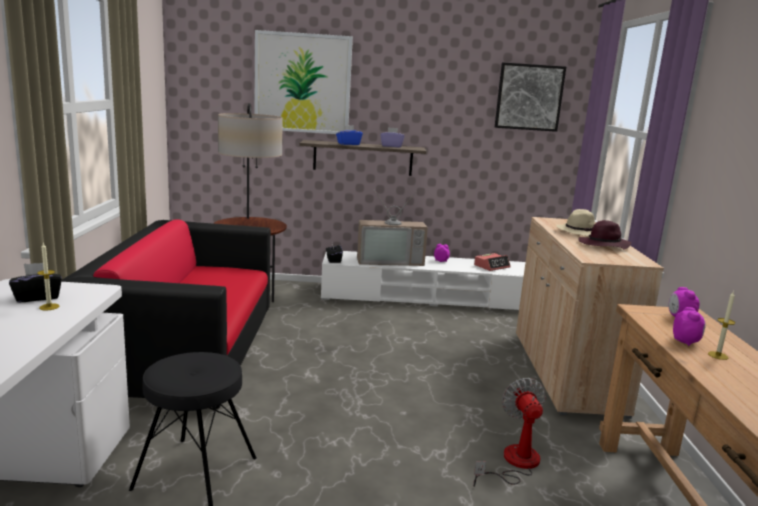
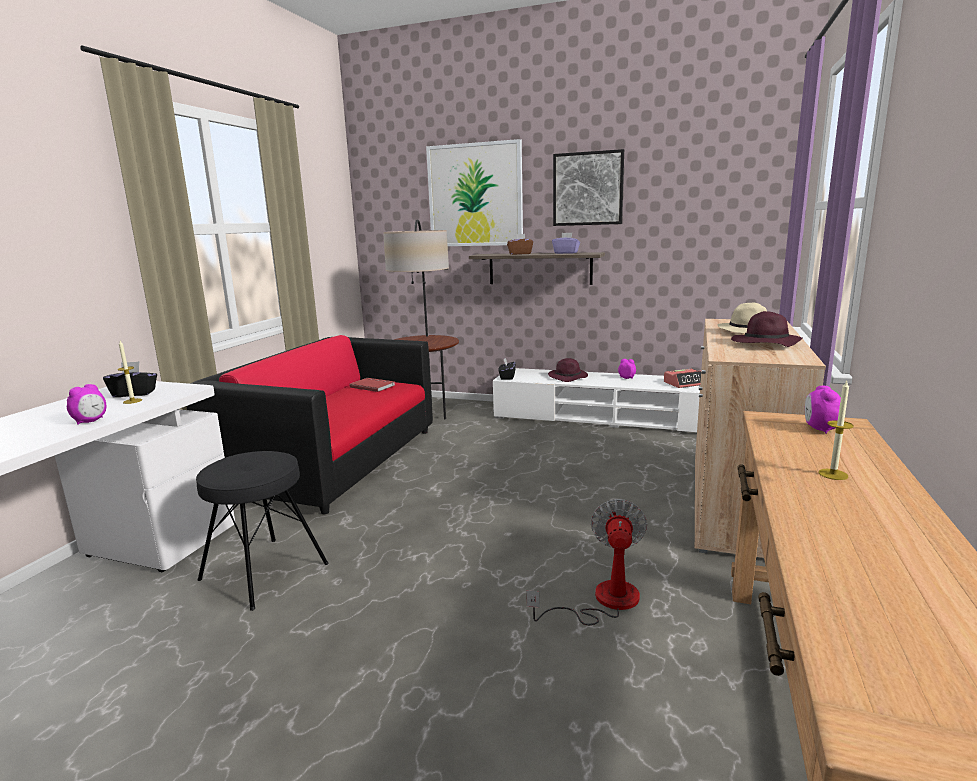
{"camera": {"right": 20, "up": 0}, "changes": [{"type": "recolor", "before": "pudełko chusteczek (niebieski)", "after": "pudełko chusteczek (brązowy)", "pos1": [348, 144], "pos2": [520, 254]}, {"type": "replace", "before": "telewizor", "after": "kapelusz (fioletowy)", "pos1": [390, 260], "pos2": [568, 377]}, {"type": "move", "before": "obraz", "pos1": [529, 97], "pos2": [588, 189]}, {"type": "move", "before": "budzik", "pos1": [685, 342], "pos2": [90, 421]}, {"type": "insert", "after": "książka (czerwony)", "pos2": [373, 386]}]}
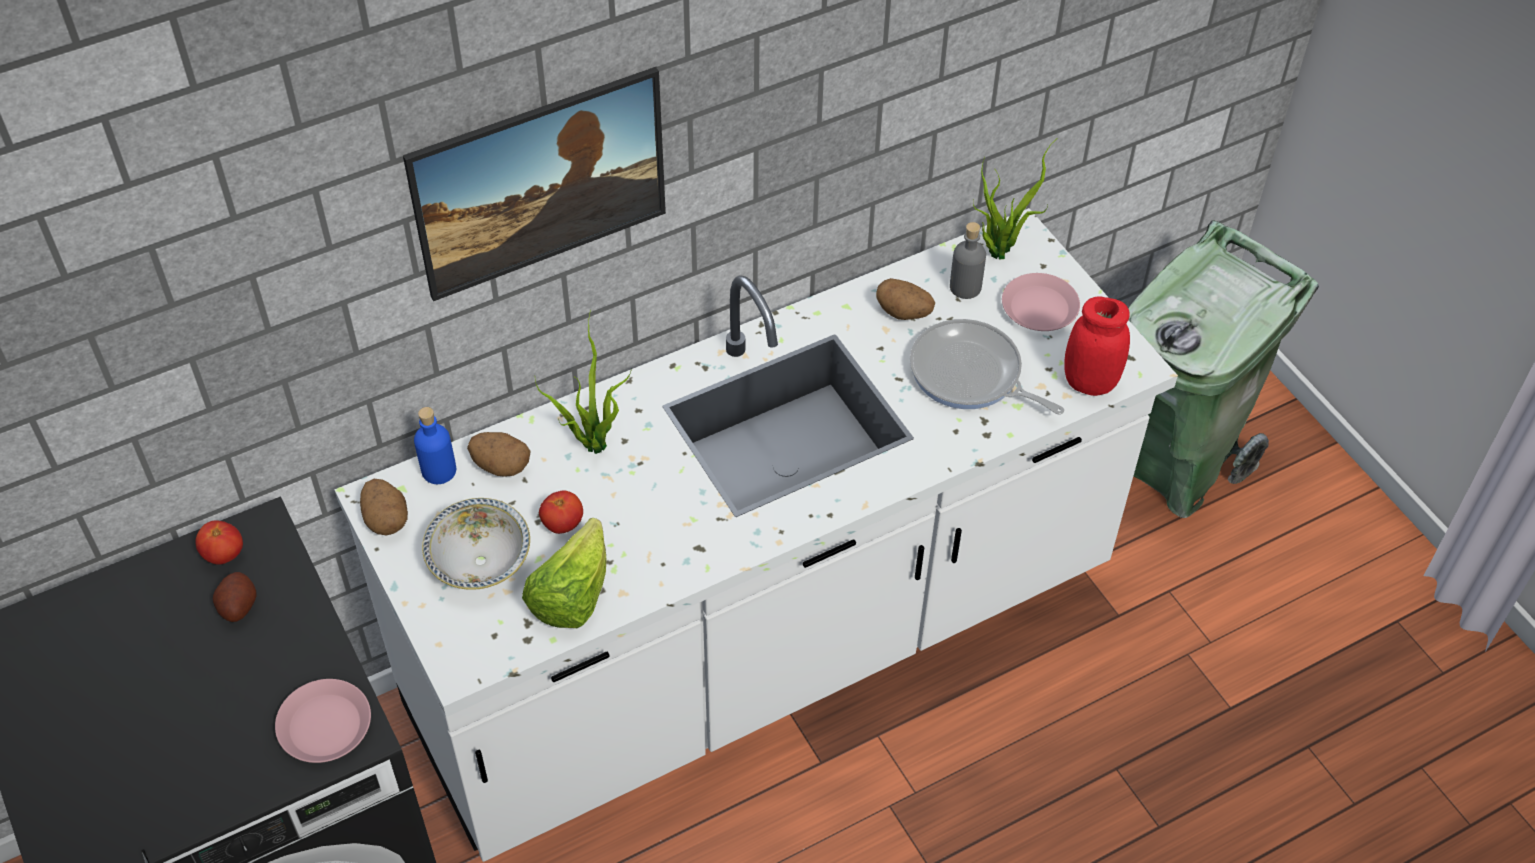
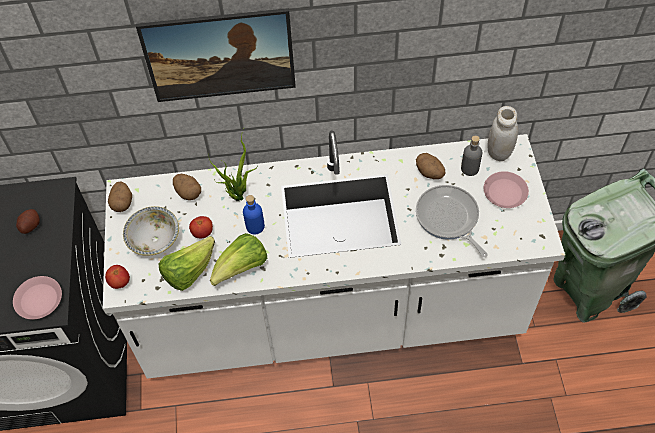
{"camera": {"right": 25, "up": 5}, "changes": [{"type": "move", "before": "pomidor", "pos1": [224, 554], "pos2": [120, 282]}, {"type": "move", "before": "butelka (niebieski)", "pos1": [439, 470], "pos2": [255, 226]}, {"type": "replace", "before": "roślina doniczkowa", "after": "słoik (biały)", "pos1": [999, 248], "pos2": [499, 152]}, {"type": "delete", "before": "słoik (czerwony)", "pos1": [1089, 382]}, {"type": "insert", "after": "sałata", "pos2": [241, 268]}]}
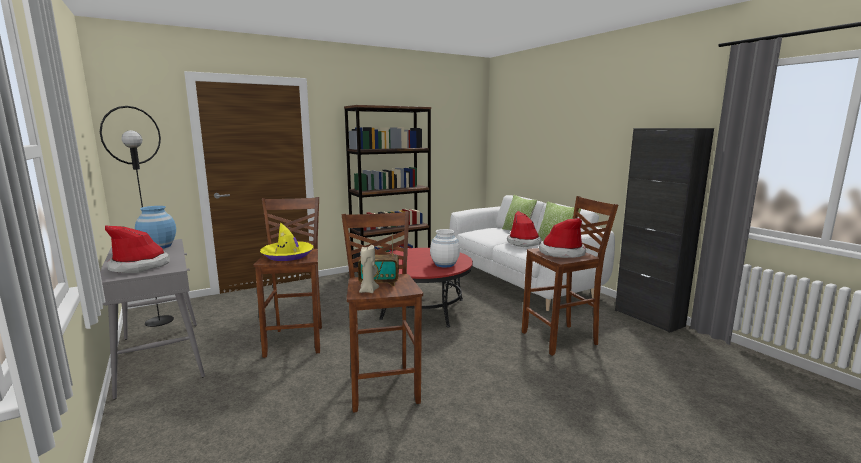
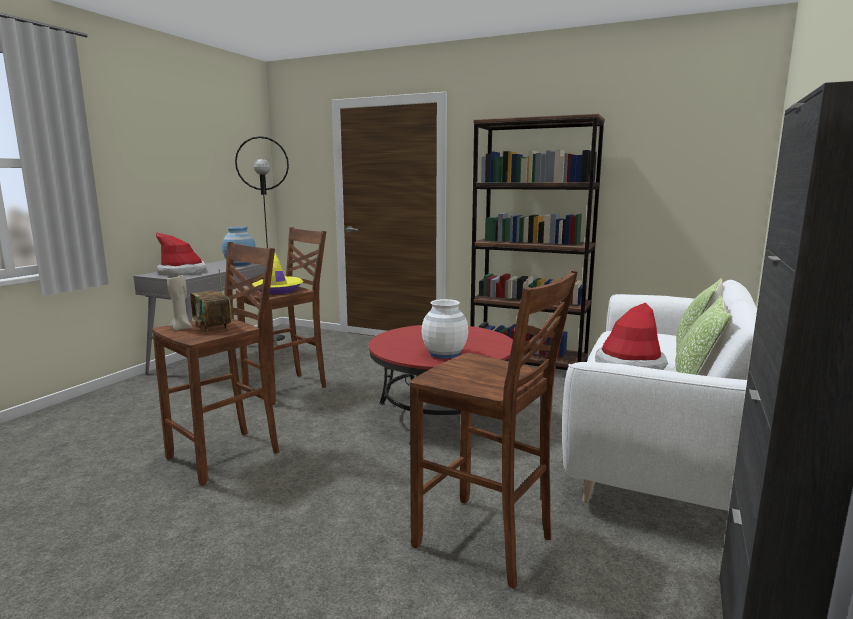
{"camera": {"right": 55, "up": 0}, "changes": [{"type": "delete", "before": "kapelusz", "pos1": [561, 253]}]}
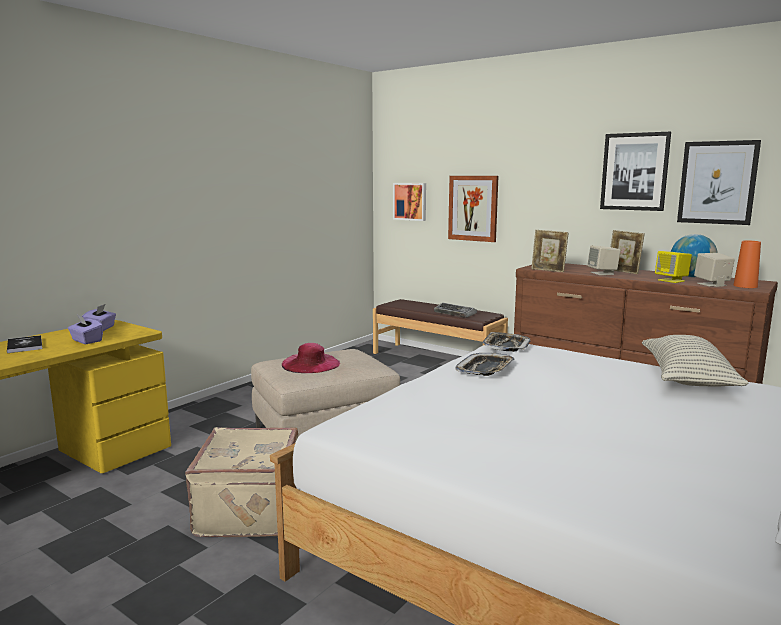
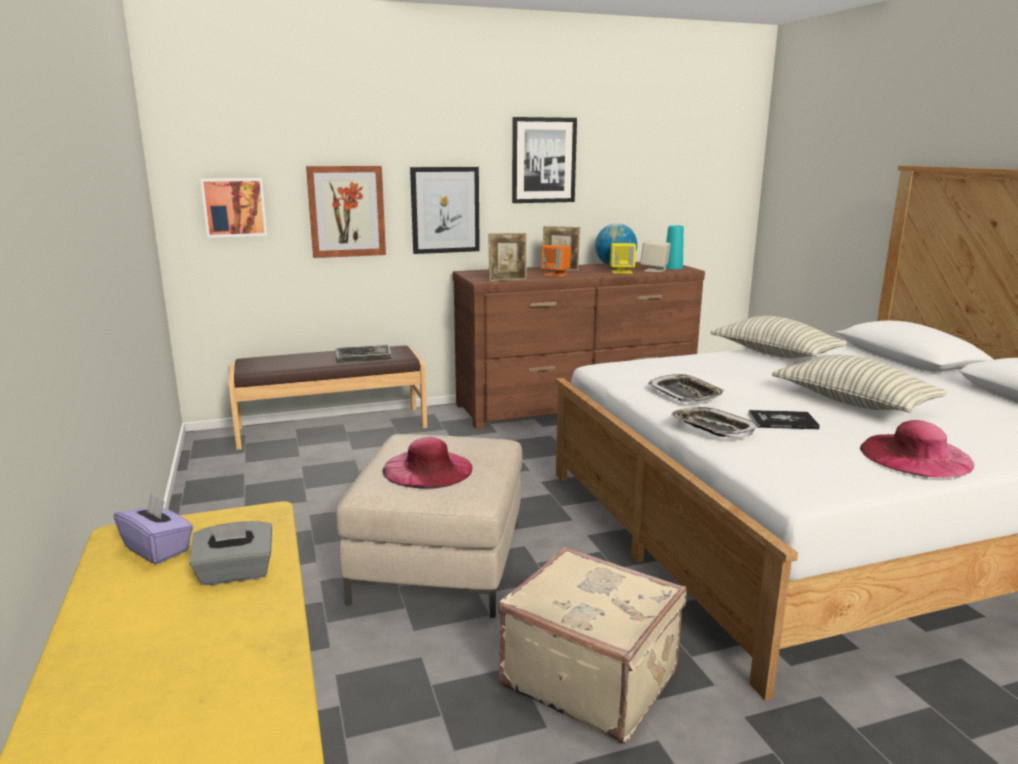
{"camera": {"right": -55, "up": 5}, "changes": [{"type": "move", "before": "książka", "pos1": [25, 345], "pos2": [782, 421]}, {"type": "recolor", "before": "pudełko chusteczek (fioletowy)", "after": "pudełko chusteczek (szary)", "pos1": [86, 341], "pos2": [235, 573]}, {"type": "move", "before": "taca", "pos1": [506, 346], "pos2": [713, 428]}, {"type": "recolor", "before": "głośnik (beżowy)", "after": "głośnik (pomarańczowy)", "pos1": [602, 273], "pos2": [556, 274]}, {"type": "move", "before": "obraz", "pos1": [717, 182], "pos2": [445, 210]}, {"type": "recolor", "before": "wazon (pomarańczowy)", "after": "wazon (turkusowy)", "pos1": [745, 286], "pos2": [673, 267]}, {"type": "insert", "after": "poduszka", "pos2": [853, 403]}, {"type": "insert", "after": "kapelusz (różowy)", "pos2": [915, 456]}]}
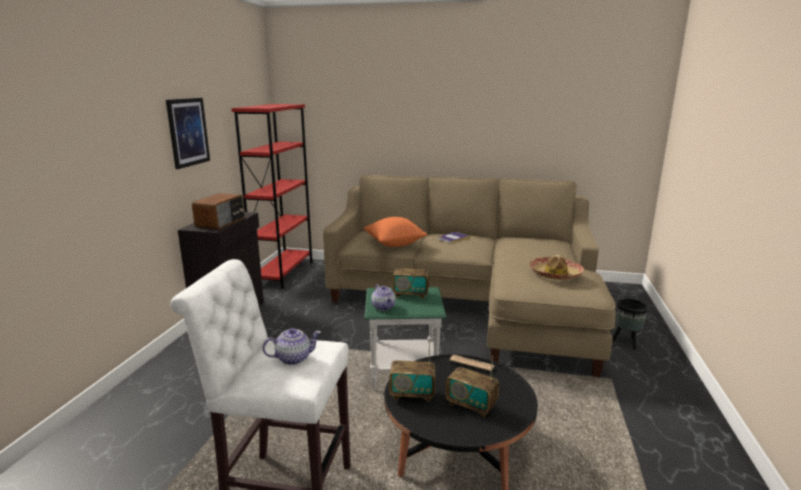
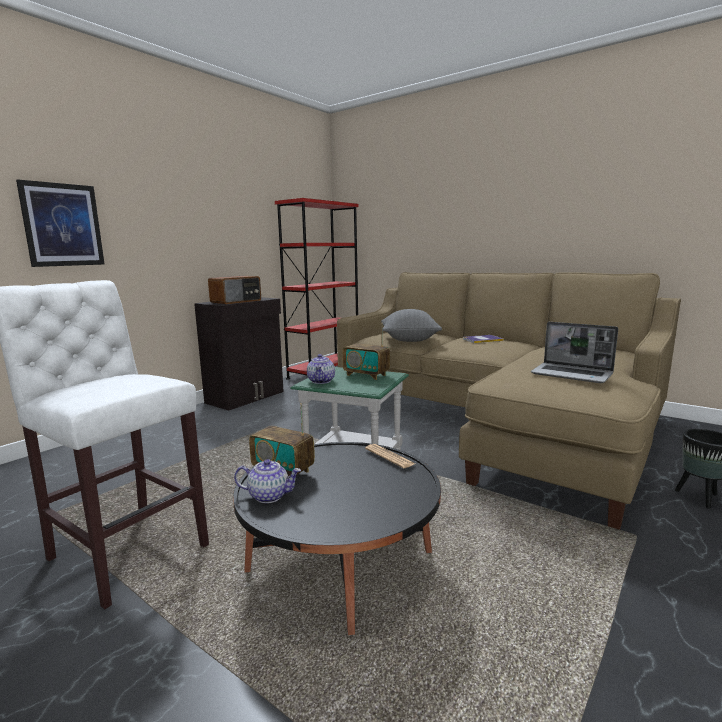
{"camera": {"right": 25, "up": -5}, "changes": [{"type": "move", "before": "obraz", "pos1": [188, 132], "pos2": [62, 225]}, {"type": "move", "before": "imbryk", "pos1": [293, 358], "pos2": [269, 496]}, {"type": "recolor", "before": "poduszka (pomarańczowy)", "after": "poduszka (szary)", "pos1": [394, 244], "pos2": [409, 340]}, {"type": "delete", "before": "radio", "pos1": [471, 405]}, {"type": "replace", "before": "kapelusz", "after": "laptop", "pos1": [555, 274], "pos2": [572, 374]}]}
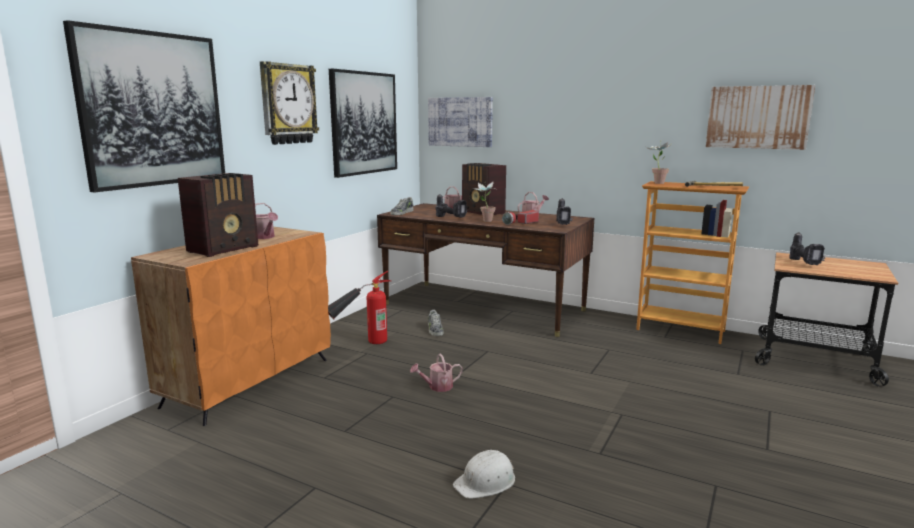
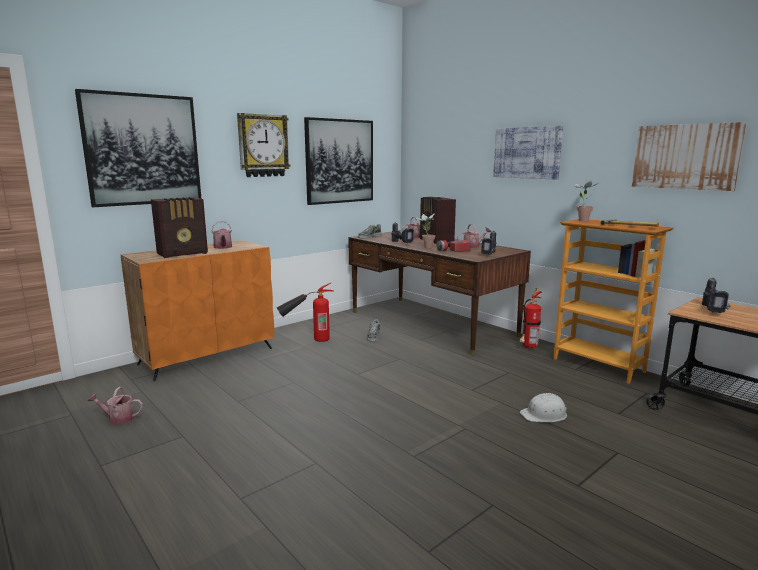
{"camera": {"right": 20, "up": 0}, "changes": [{"type": "move", "before": "konewka", "pos1": [437, 387], "pos2": [118, 418]}, {"type": "move", "before": "obraz", "pos1": [460, 122], "pos2": [527, 152]}, {"type": "move", "before": "kask (biały)", "pos1": [486, 482], "pos2": [544, 414]}, {"type": "insert", "after": "gaśnica", "pos2": [528, 347]}]}
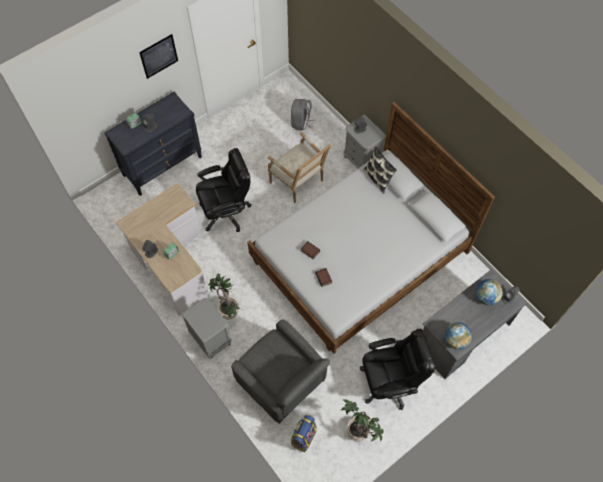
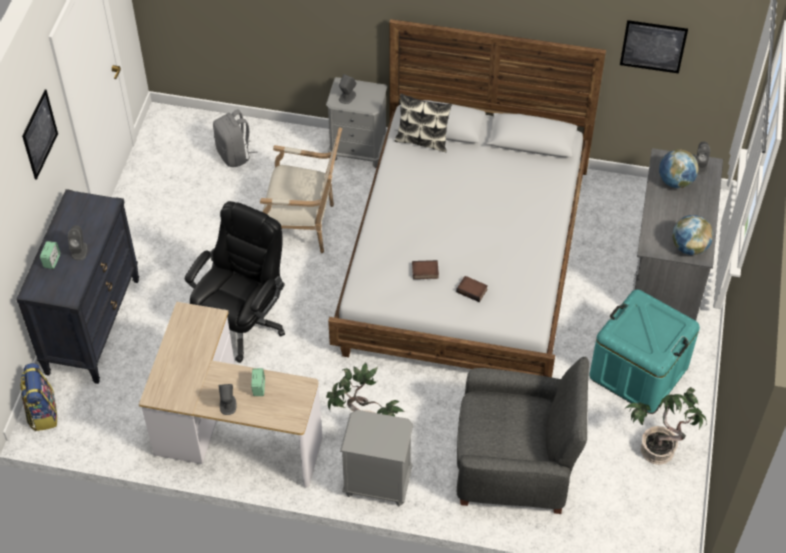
{"camera": {"right": -40, "up": -10}, "changes": [{"type": "move", "before": "plecak", "pos1": [303, 436], "pos2": [42, 412]}, {"type": "replace", "before": "krzesło biurowe (czarny)", "after": "pojemnik do przechowywania (turkusowy)", "pos1": [389, 382], "pos2": [638, 372]}, {"type": "insert", "after": "obraz", "pos2": [653, 46]}]}
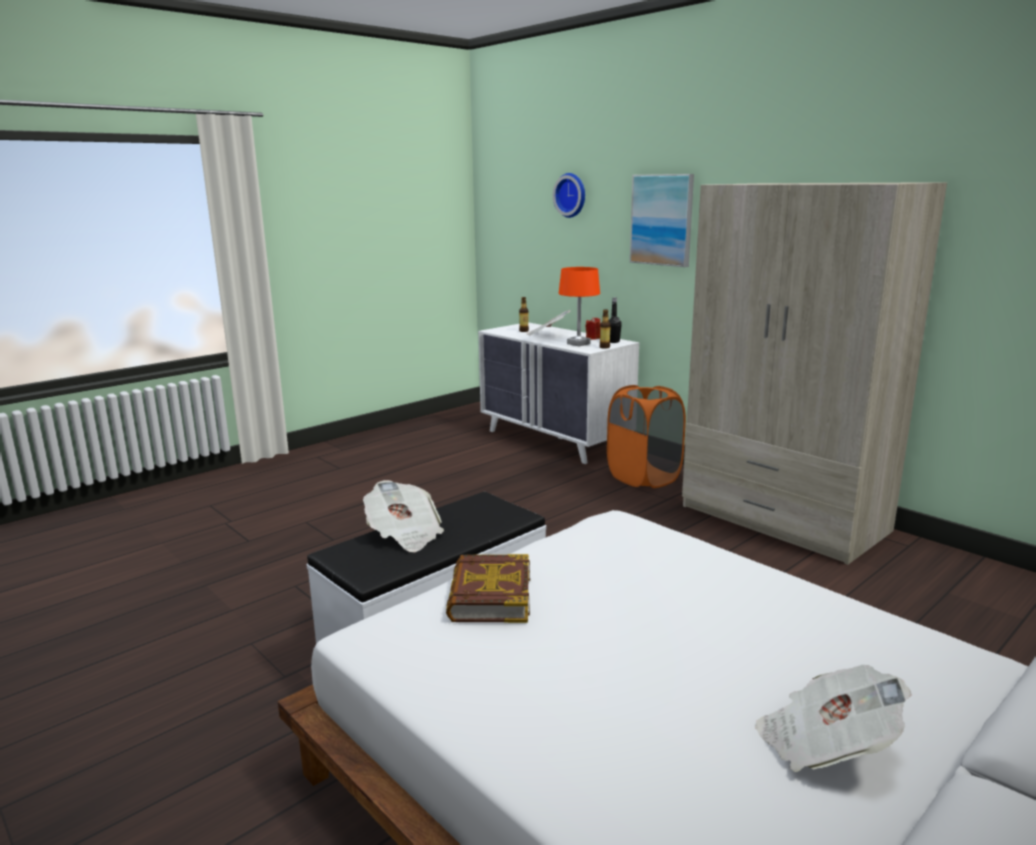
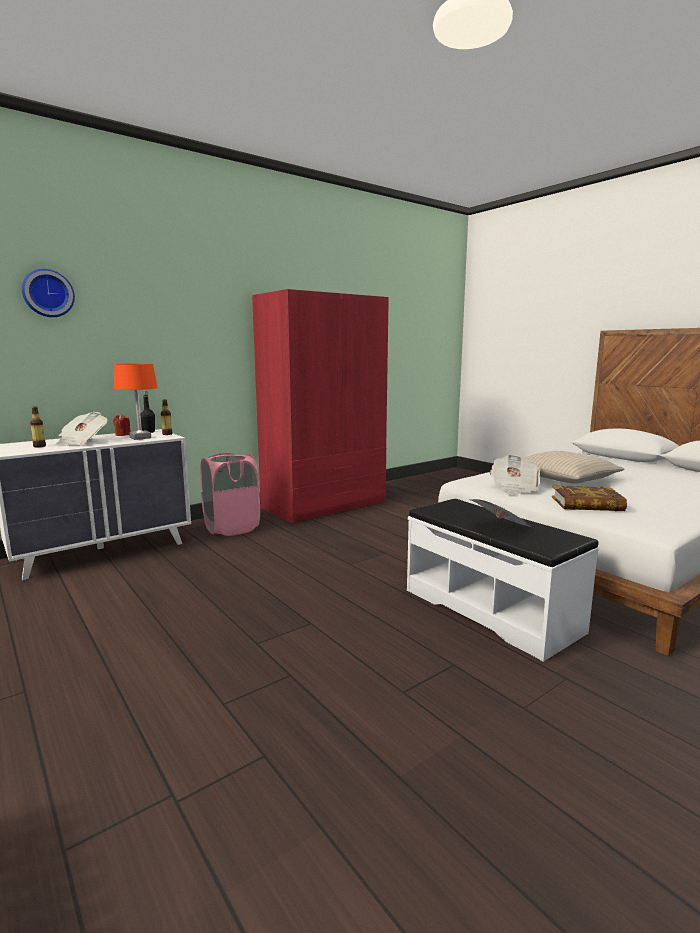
{"camera": {"right": -85, "up": -5}, "changes": [{"type": "recolor", "before": "kosz na pranie (pomarańczowy)", "after": "kosz na pranie (różowy)", "pos1": [644, 477], "pos2": [232, 528]}, {"type": "delete", "before": "obraz", "pos1": [662, 220]}, {"type": "recolor", "before": "szafa (beżowy)", "after": "szafa (czerwony)", "pos1": [783, 519], "pos2": [324, 505]}, {"type": "move", "before": "gazeta", "pos1": [825, 745], "pos2": [514, 488]}, {"type": "insert", "after": "poduszka (beżowy)", "pos2": [564, 478]}]}
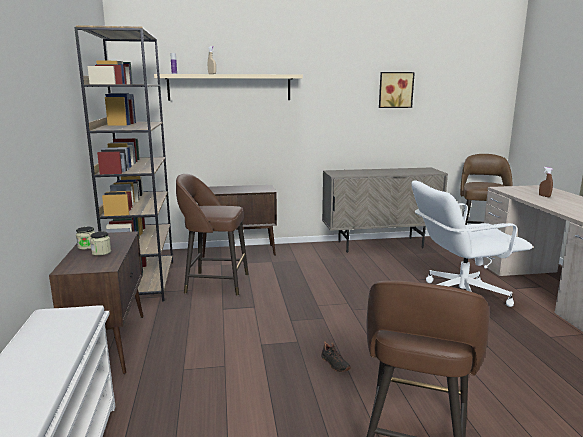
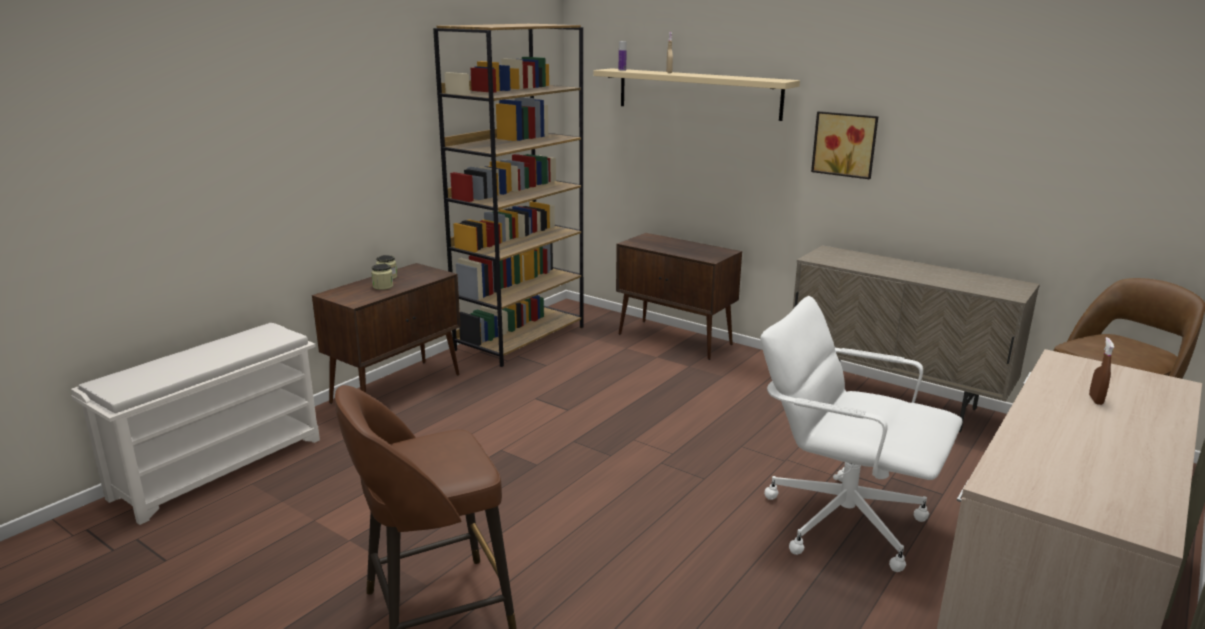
{"camera": {"right": 45, "up": 5}, "changes": [{"type": "delete", "before": "stołek (brązowy)", "pos1": [215, 283]}, {"type": "delete", "before": "but (czarny)", "pos1": [334, 364]}, {"type": "move", "before": "obraz", "pos1": [395, 90], "pos2": [845, 144]}]}
